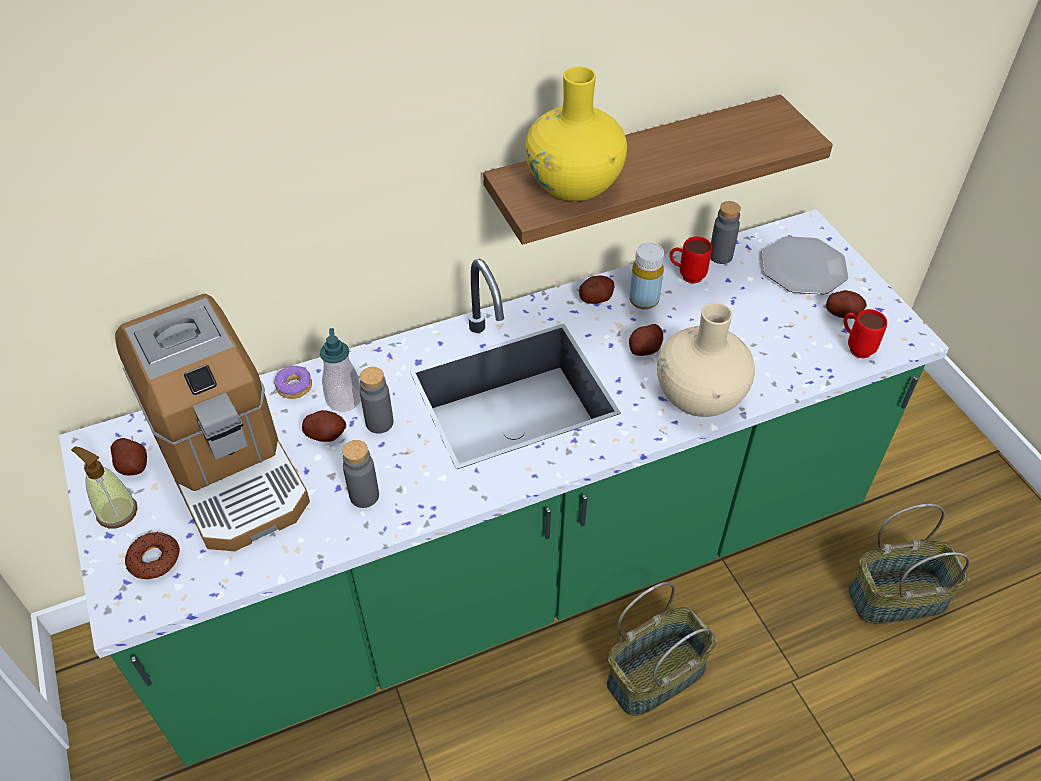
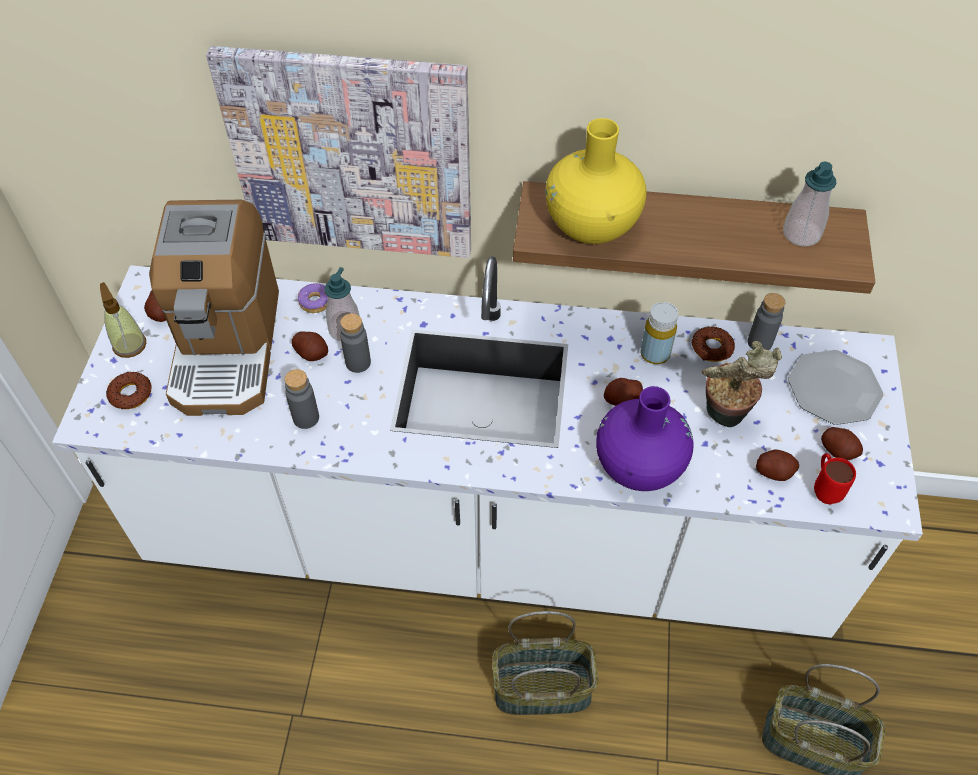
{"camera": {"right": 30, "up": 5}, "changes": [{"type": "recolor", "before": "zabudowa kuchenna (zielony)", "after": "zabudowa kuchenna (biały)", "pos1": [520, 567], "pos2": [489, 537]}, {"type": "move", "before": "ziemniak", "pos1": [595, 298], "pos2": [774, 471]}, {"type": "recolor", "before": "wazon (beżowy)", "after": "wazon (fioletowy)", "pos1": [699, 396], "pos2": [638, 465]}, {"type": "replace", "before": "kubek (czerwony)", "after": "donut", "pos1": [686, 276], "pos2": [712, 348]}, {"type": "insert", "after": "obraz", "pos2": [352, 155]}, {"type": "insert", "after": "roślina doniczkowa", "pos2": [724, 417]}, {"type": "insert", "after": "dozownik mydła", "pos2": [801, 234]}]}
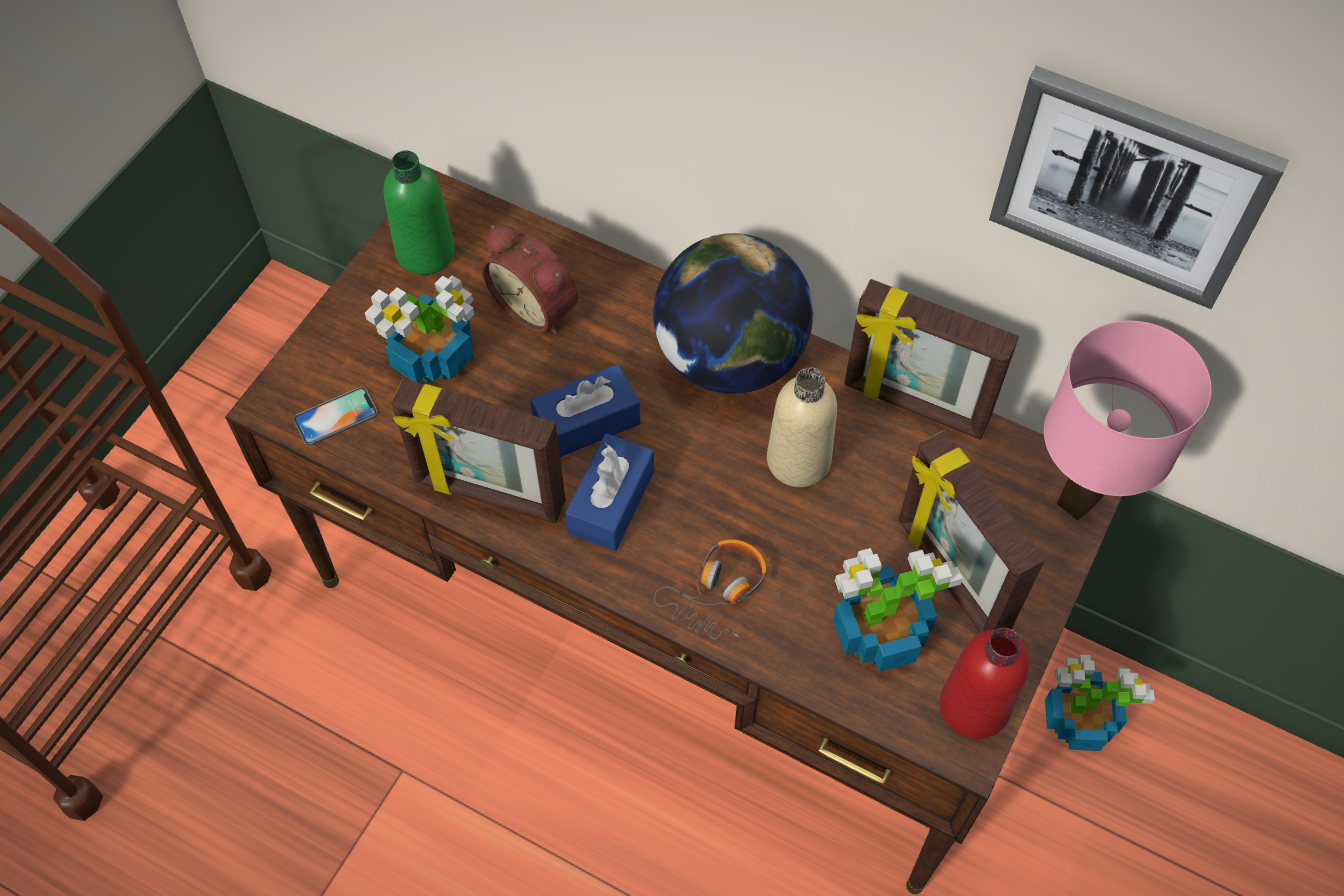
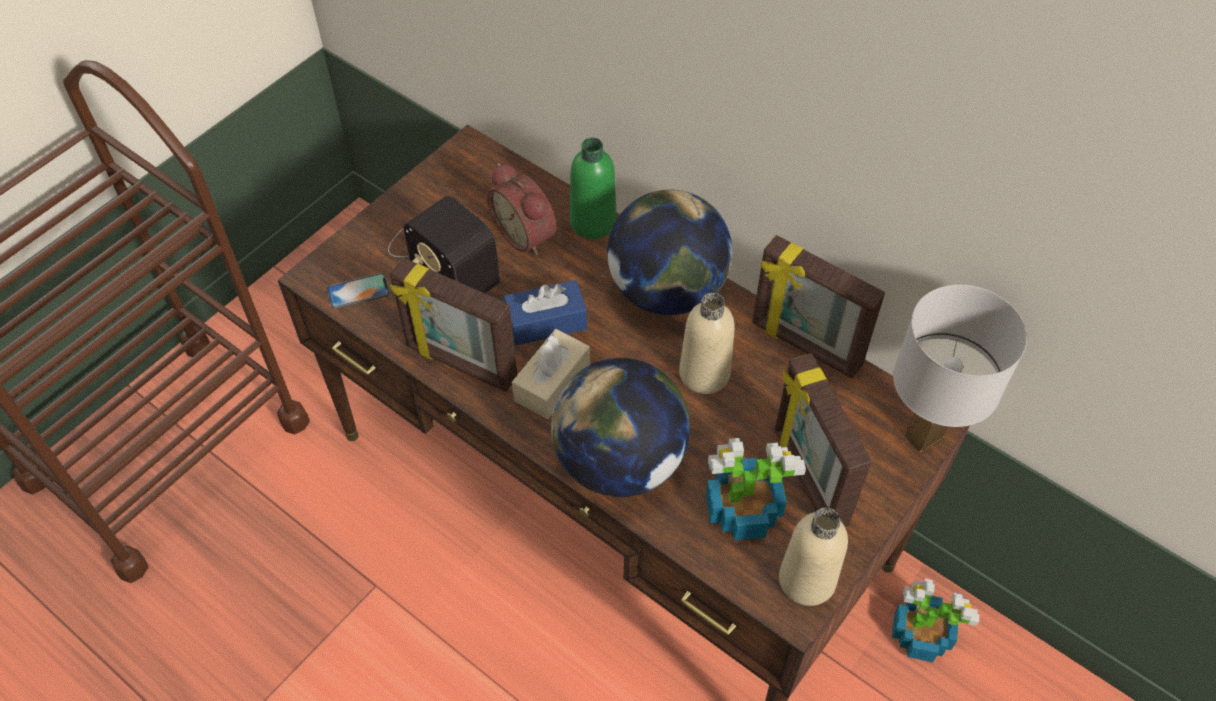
{"camera": {"right": 10, "up": -5}, "changes": [{"type": "replace", "before": "roślina doniczkowa", "after": "radio", "pos1": [434, 354], "pos2": [442, 257]}, {"type": "move", "before": "butelka (zielony)", "pos1": [425, 252], "pos2": [593, 222]}, {"type": "recolor", "before": "pudełko chusteczek (niebieski)", "after": "pudełko chusteczek (beżowy)", "pos1": [611, 502], "pos2": [552, 383]}, {"type": "replace", "before": "słuchawki", "after": "globus", "pos1": [717, 592], "pos2": [620, 462]}, {"type": "recolor", "before": "butelka (czerwony)", "after": "butelka (beżowy)", "pos1": [974, 706], "pos2": [807, 580]}, {"type": "delete", "before": "obraz", "pos1": [1130, 186]}, {"type": "recolor", "before": "lampa stołowa (różowy)", "after": "lampa stołowa (biały)", "pos1": [1079, 499], "pos2": [924, 435]}]}
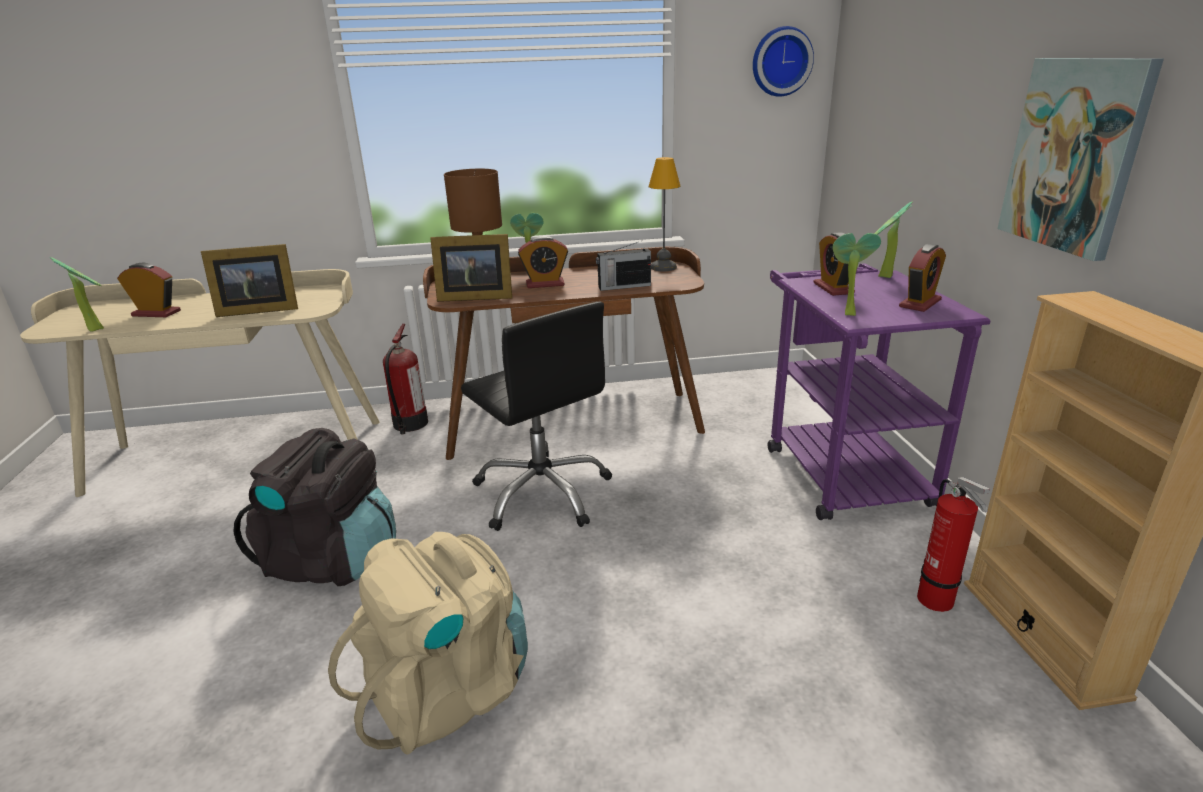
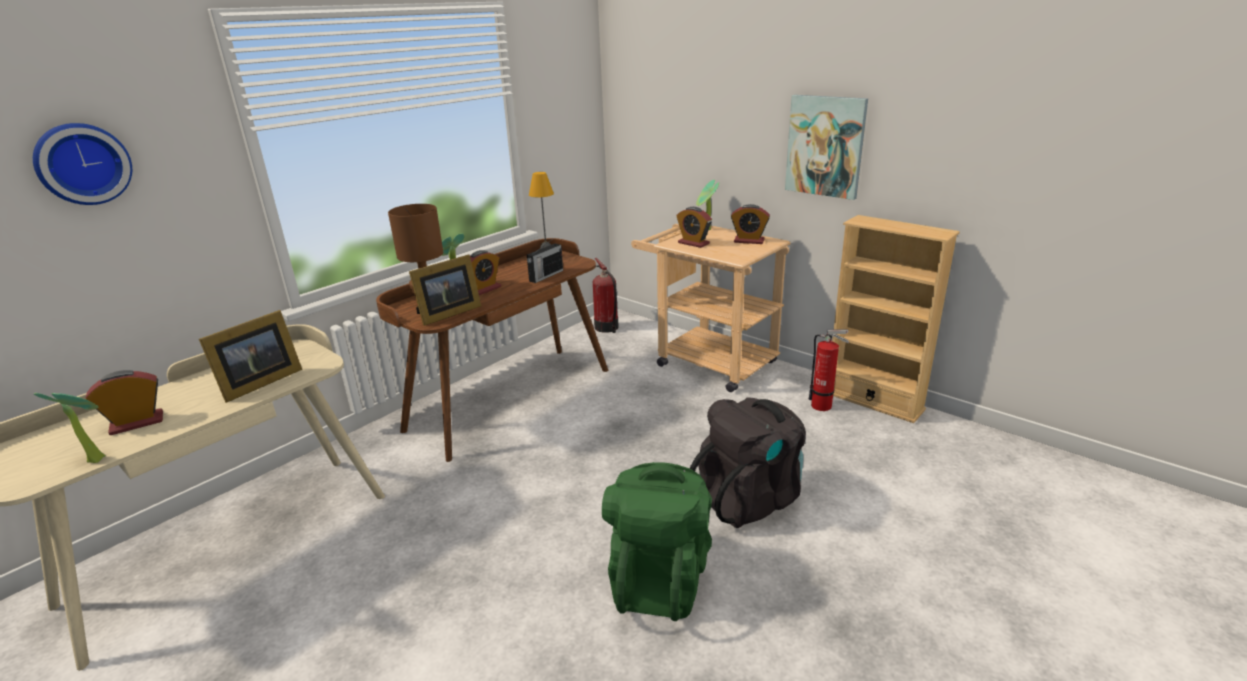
{"camera": {"right": -40, "up": 0}, "changes": [{"type": "move", "before": "plecak (czarny)", "pos1": [332, 560], "pos2": [749, 498]}, {"type": "recolor", "before": "plecak (beżowy)", "after": "plecak (zielony)", "pos1": [448, 690], "pos2": [659, 578]}, {"type": "move", "before": "gaśnica", "pos1": [409, 424], "pos2": [607, 328]}, {"type": "delete", "before": "krzesło biurowe (czarny)", "pos1": [543, 492]}, {"type": "move", "before": "zegar ścienny", "pos1": [780, 61], "pos2": [82, 163]}, {"type": "recolor", "before": "wózek (fioletowy)", "after": "wózek (beżowy)", "pos1": [839, 468], "pos2": [707, 360]}, {"type": "delete", "before": "roślina doniczkowa", "pos1": [846, 313]}, {"type": "rotate", "before": "budzik", "pos1": [920, 303], "pos2": [749, 241], "turn": 105}]}
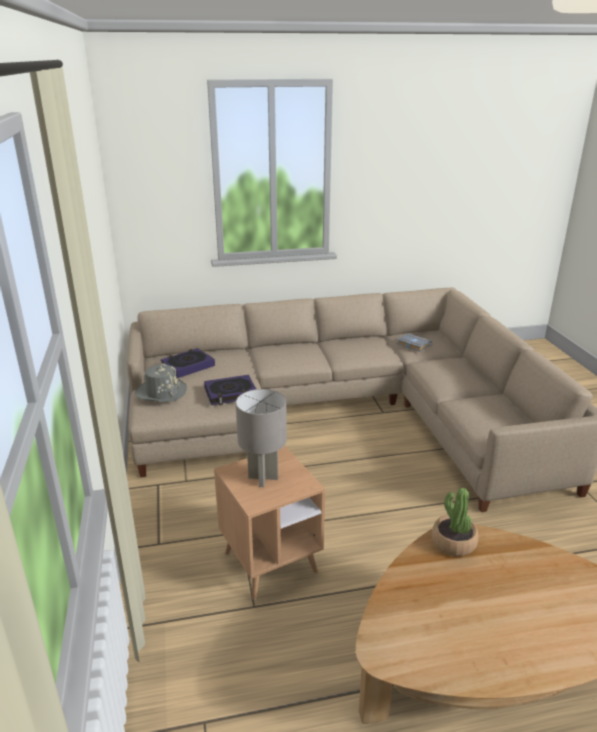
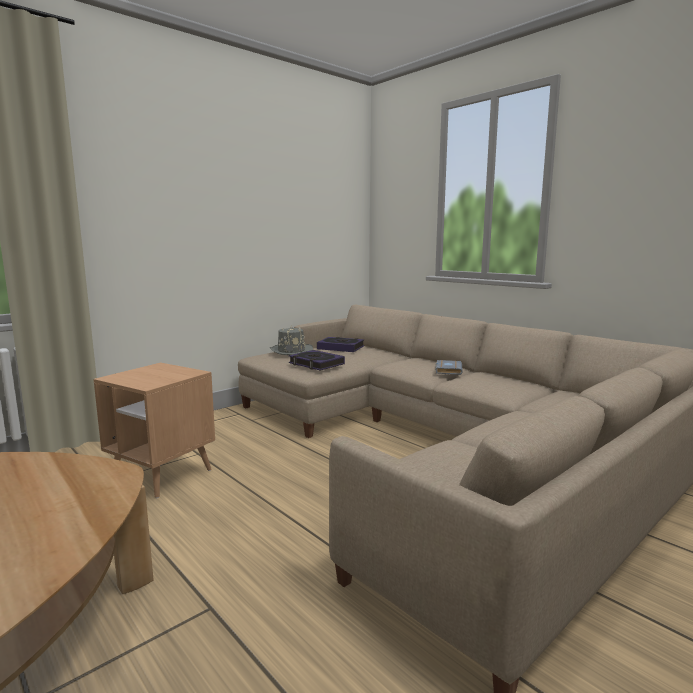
{"camera": {"right": 60, "up": -15}, "changes": [{"type": "delete", "before": "lampa stołowa (szary)", "pos1": [263, 478]}, {"type": "move", "before": "książka (szary)", "pos1": [412, 345], "pos2": [447, 370]}, {"type": "delete", "before": "roślina doniczkowa", "pos1": [453, 542]}]}
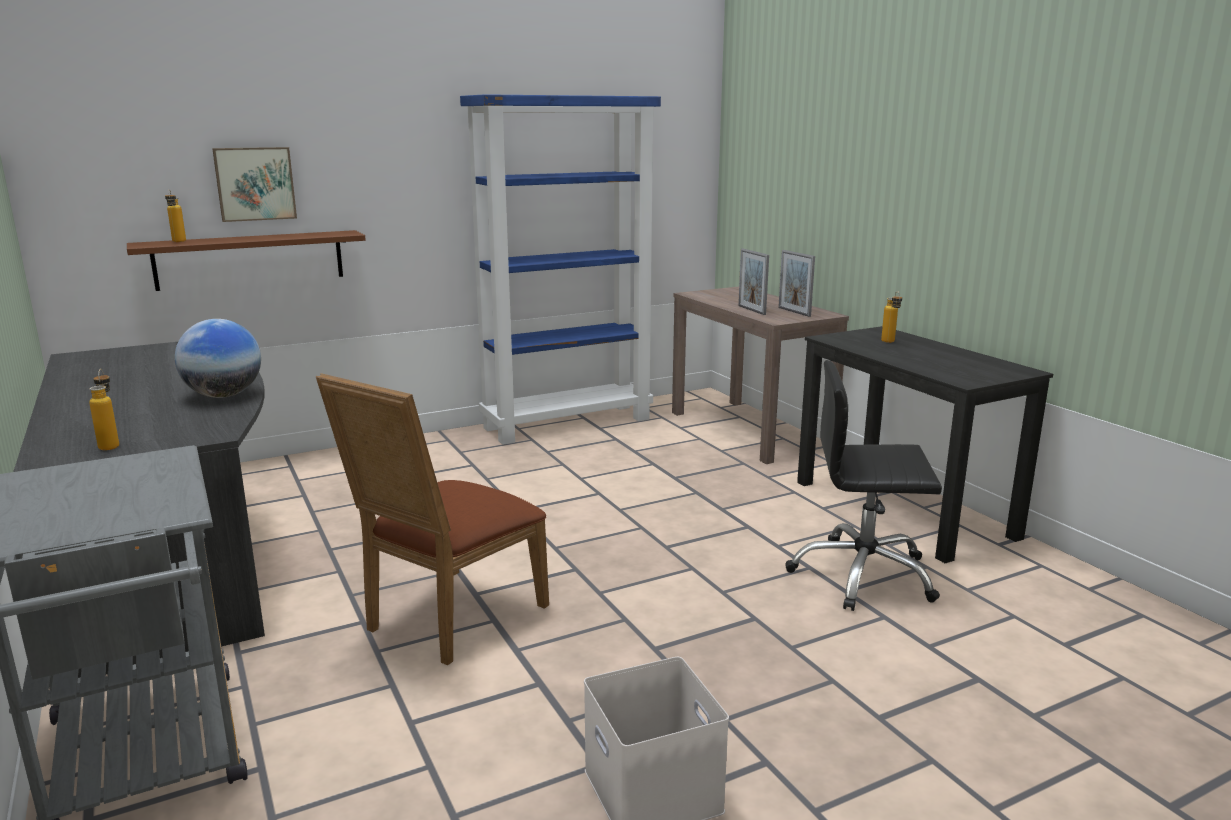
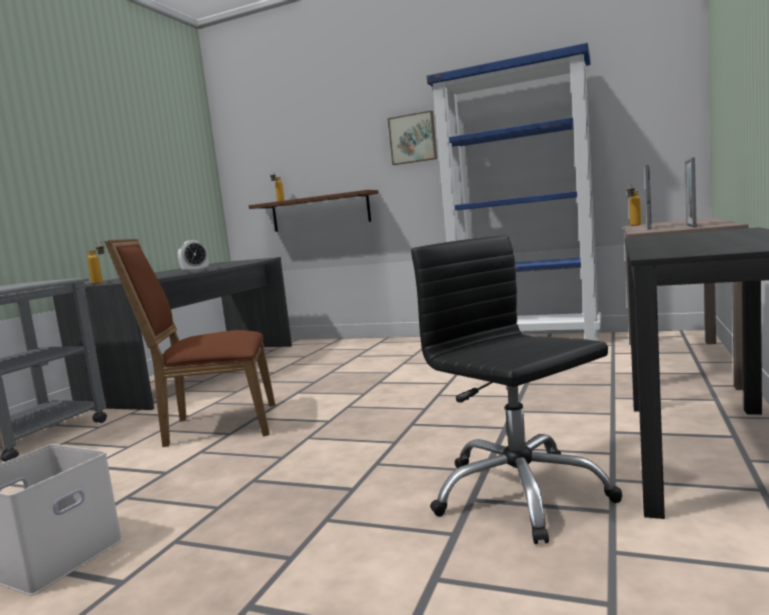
{"camera": {"right": 50, "up": -10}, "changes": [{"type": "replace", "before": "globus", "after": "budzik", "pos1": [223, 395], "pos2": [195, 271]}, {"type": "move", "before": "obraz", "pos1": [255, 183], "pos2": [413, 138]}, {"type": "move", "before": "butelka", "pos1": [890, 342], "pos2": [634, 225]}]}
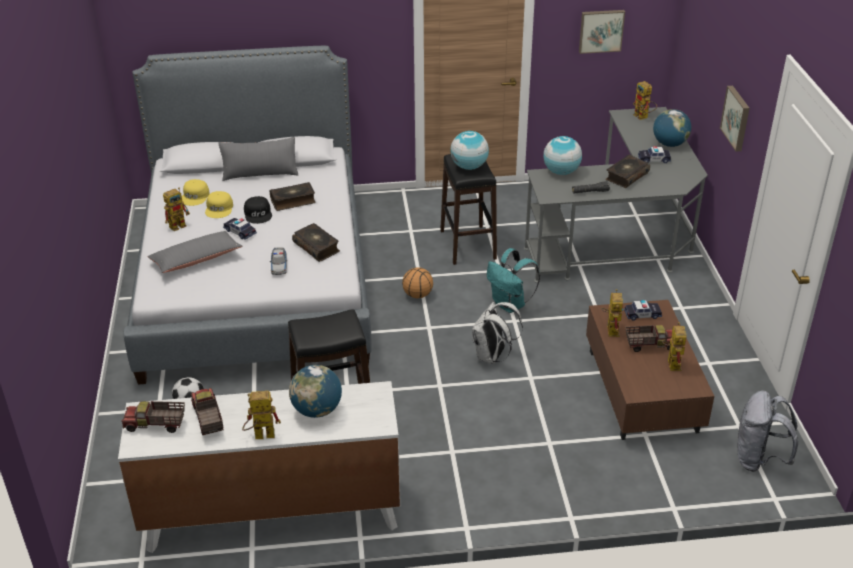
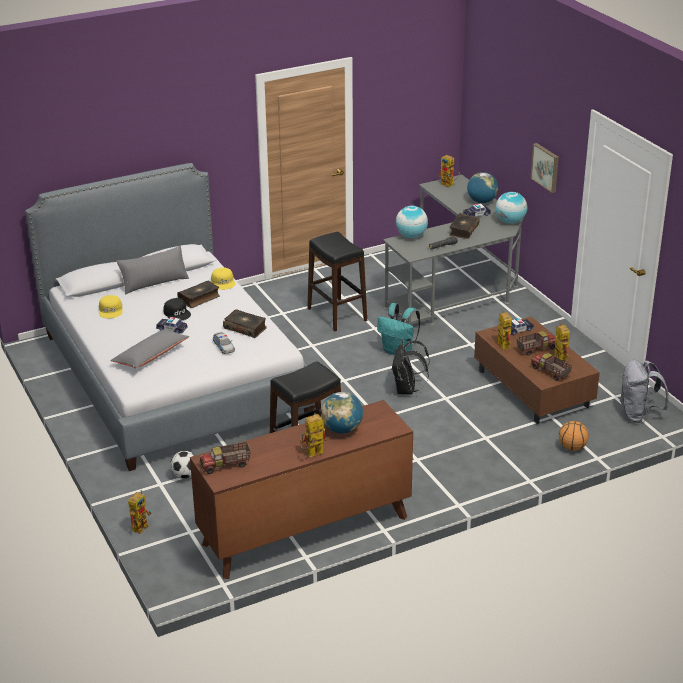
{"camera": {"right": -20, "up": -5}, "changes": [{"type": "recolor", "before": "komoda (biały)", "after": "komoda (brązowy)", "pos1": [272, 513], "pos2": [305, 531]}, {"type": "move", "before": "robot zabawkowy", "pos1": [180, 224], "pos2": [141, 525]}, {"type": "move", "before": "ciężarówka zabawkowa", "pos1": [208, 419], "pos2": [550, 372]}, {"type": "move", "before": "czapka z daszkiem (żółty)", "pos1": [219, 208], "pos2": [223, 282]}, {"type": "move", "before": "piłka do koszykówki", "pos1": [418, 295], "pos2": [572, 448]}, {"type": "move", "before": "globus", "pos1": [469, 166], "pos2": [510, 221]}, {"type": "recolor", "before": "plecak (biały)", "after": "plecak (czarny)", "pos1": [492, 356], "pos2": [407, 390]}, {"type": "delete", "before": "obraz", "pos1": [601, 30]}]}
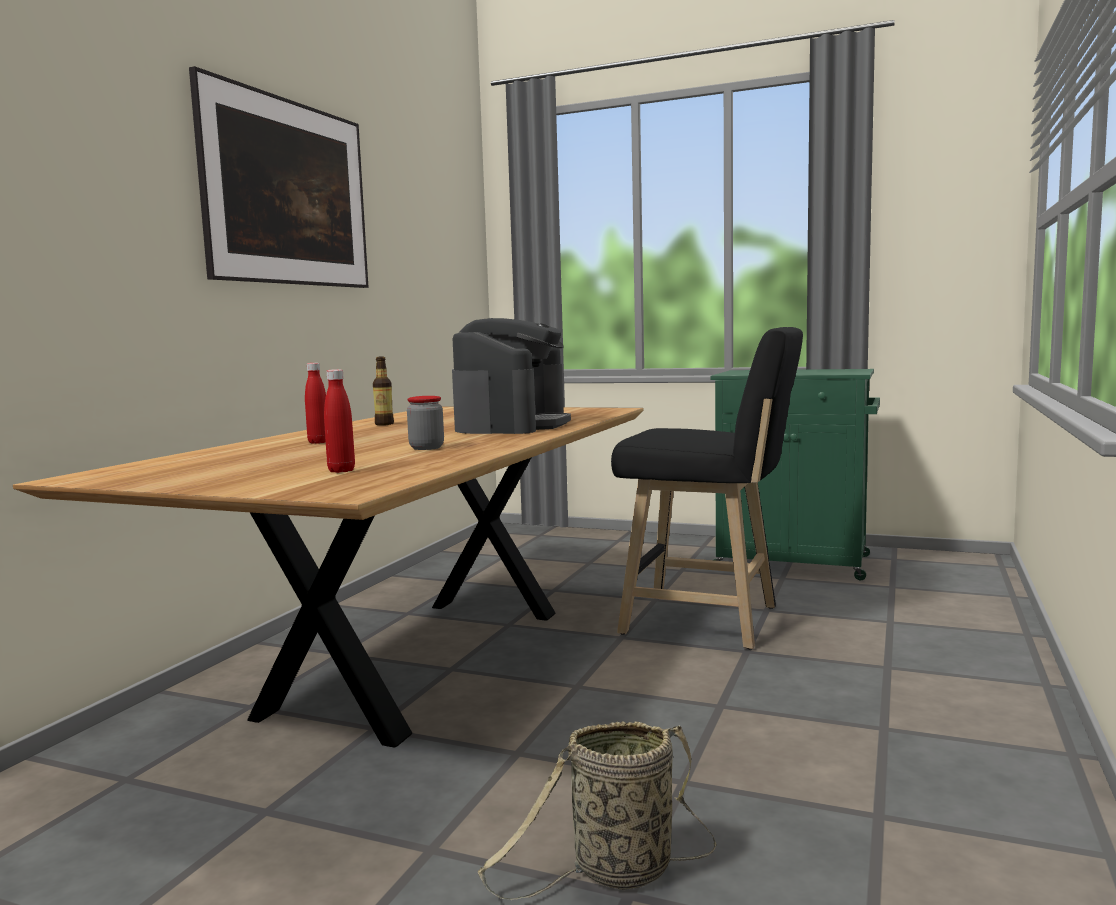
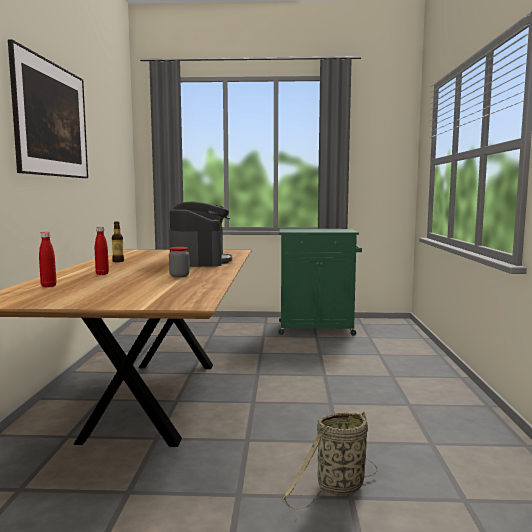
{"camera": {"right": -20, "up": 0}, "changes": [{"type": "move", "before": "butelka (czerwony)", "pos1": [341, 471], "pos2": [48, 286]}, {"type": "delete", "before": "stołek (czarny)", "pos1": [710, 621]}]}
